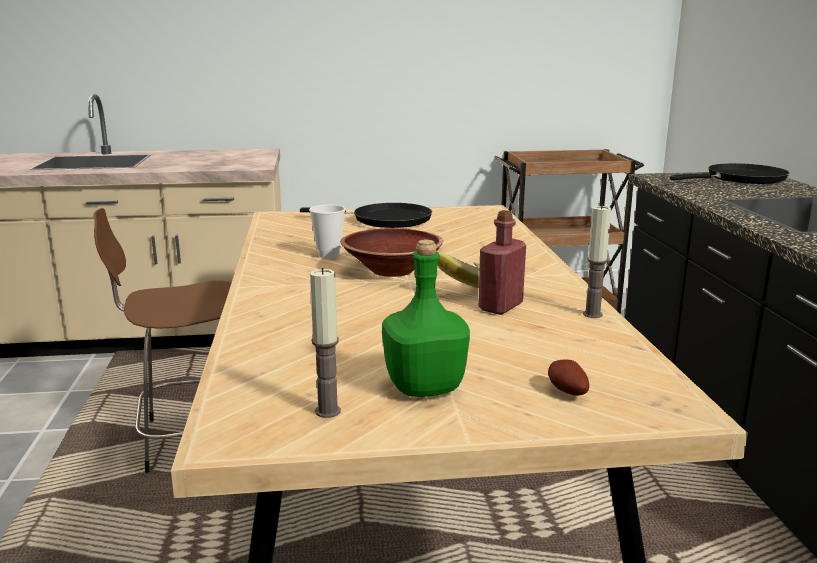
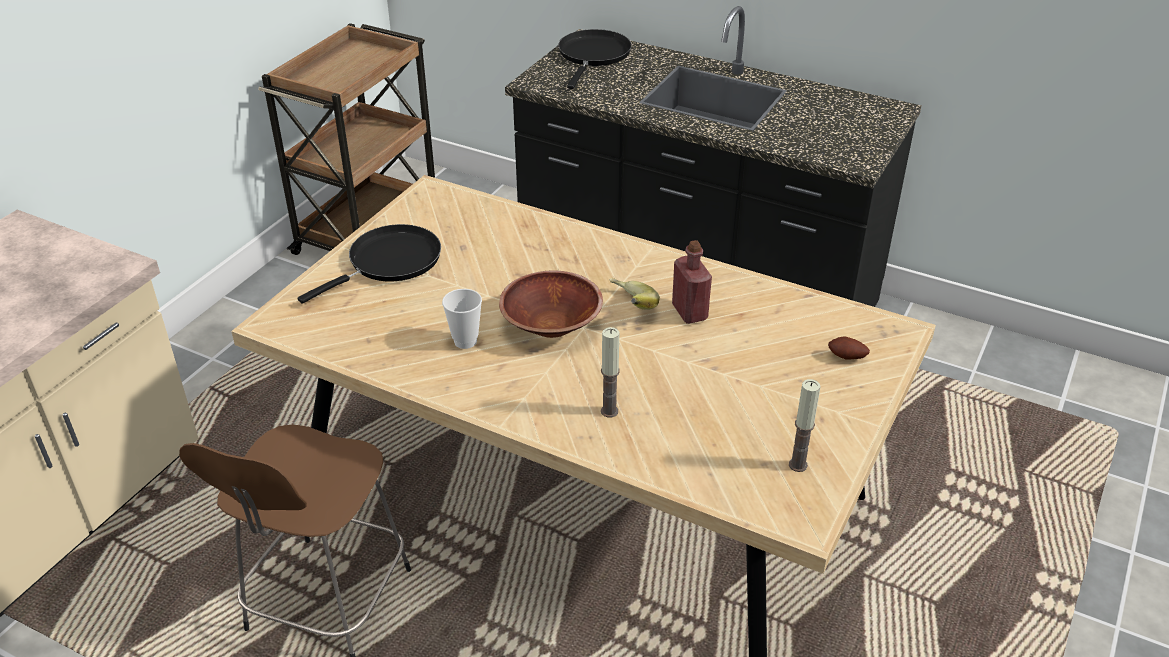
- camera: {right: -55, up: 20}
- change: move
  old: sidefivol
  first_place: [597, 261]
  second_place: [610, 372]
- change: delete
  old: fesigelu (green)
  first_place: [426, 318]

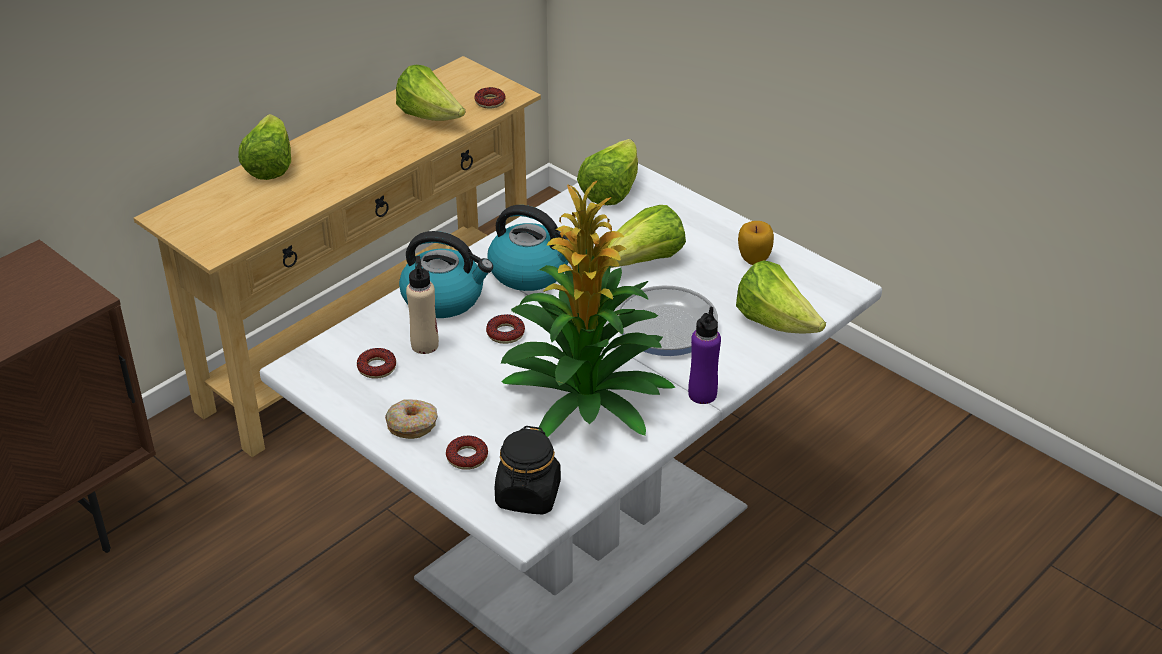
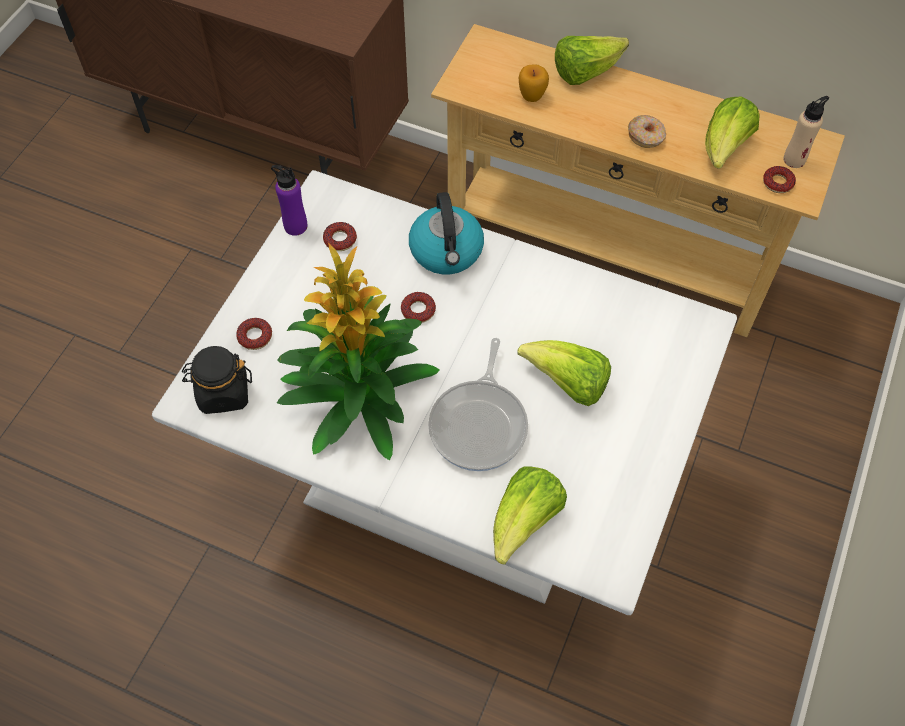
- camera: {right: 70, up: 20}
- change: delete
  old: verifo
  first_place: [607, 172]
- change: delete
  old: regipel
  first_place: [528, 248]
- change: move
  old: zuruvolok
  first_place: [756, 243]
  second_place: [534, 83]
- change: move
  old: fesigelu (beige)
  first_place: [422, 305]
  second_place: [806, 132]
- change: move
  old: fesigelu (purple)
  first_place: [704, 355]
  second_place: [289, 200]
- change: move
  old: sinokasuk
  first_place: [411, 419]
  second_place: [647, 131]

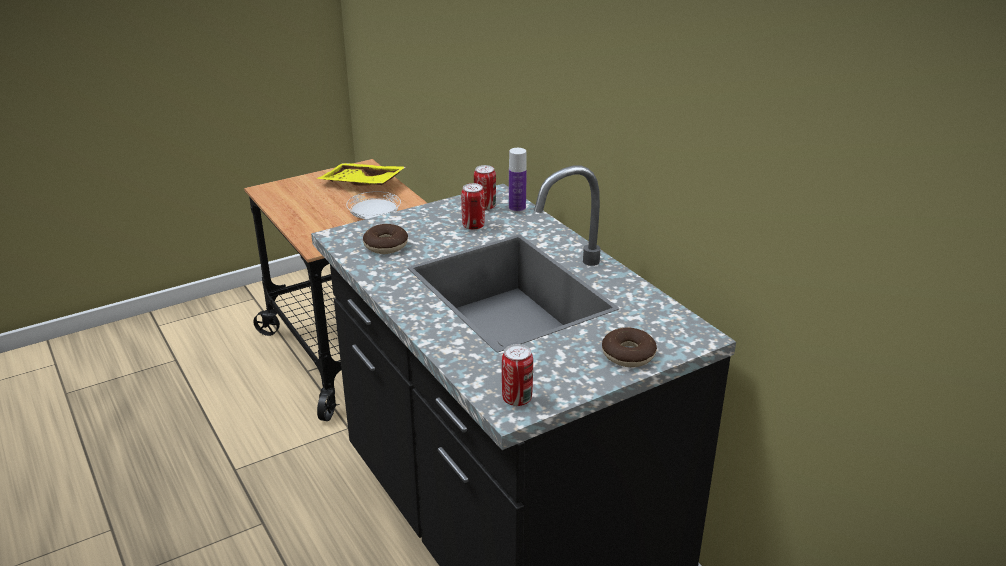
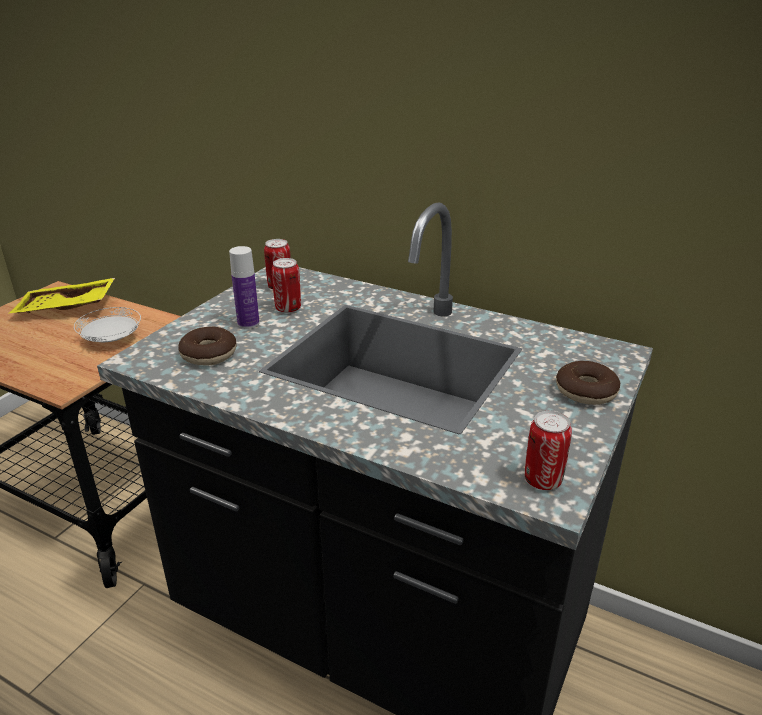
- camera: {right: -30, up: 0}
- change: move
  old: fesigelu
  first_place: [518, 180]
  second_place: [244, 287]

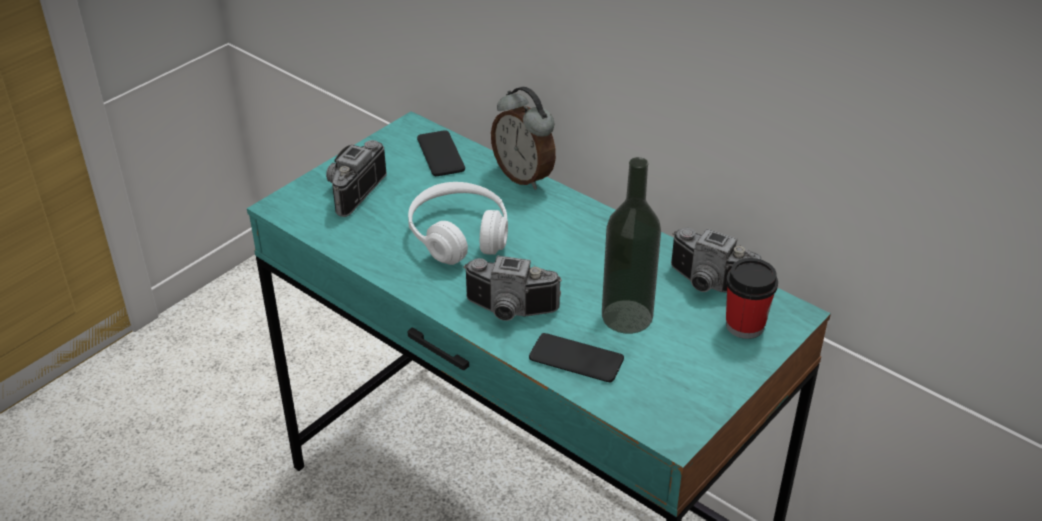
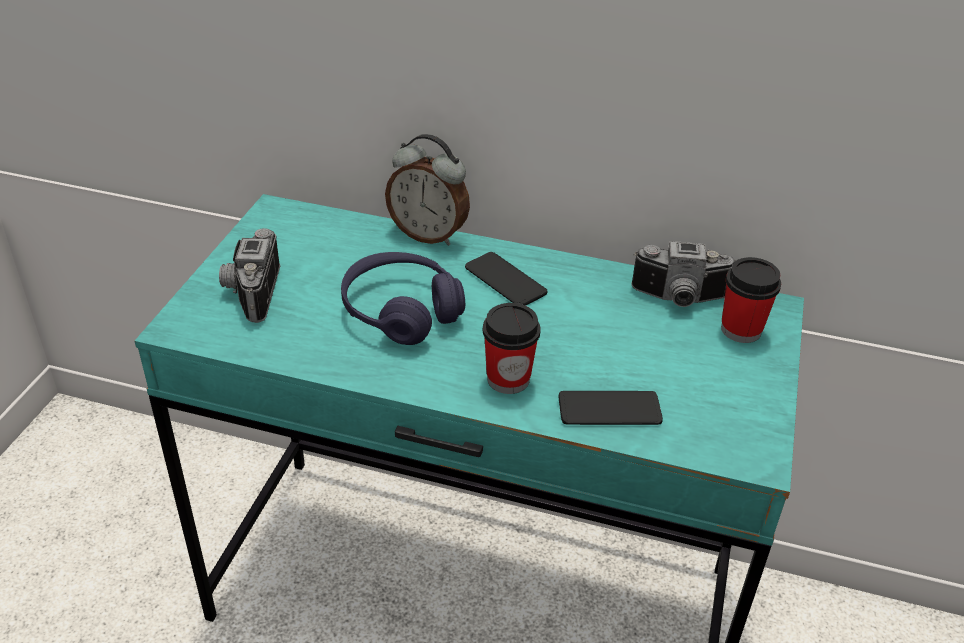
- camera: {right: -25, up: 0}
- change: move
  old: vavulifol
  first_place: [441, 153]
  second_place: [506, 279]
- change: delete
  old: fesigelu
  first_place: [631, 245]
- change: recolor
  old: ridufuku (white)
  new: ridufuku (purple)
  first_place: [458, 223]
  second_place: [403, 298]
- change: replace
  old: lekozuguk
  new: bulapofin
  first_place: [512, 288]
  second_place: [512, 348]

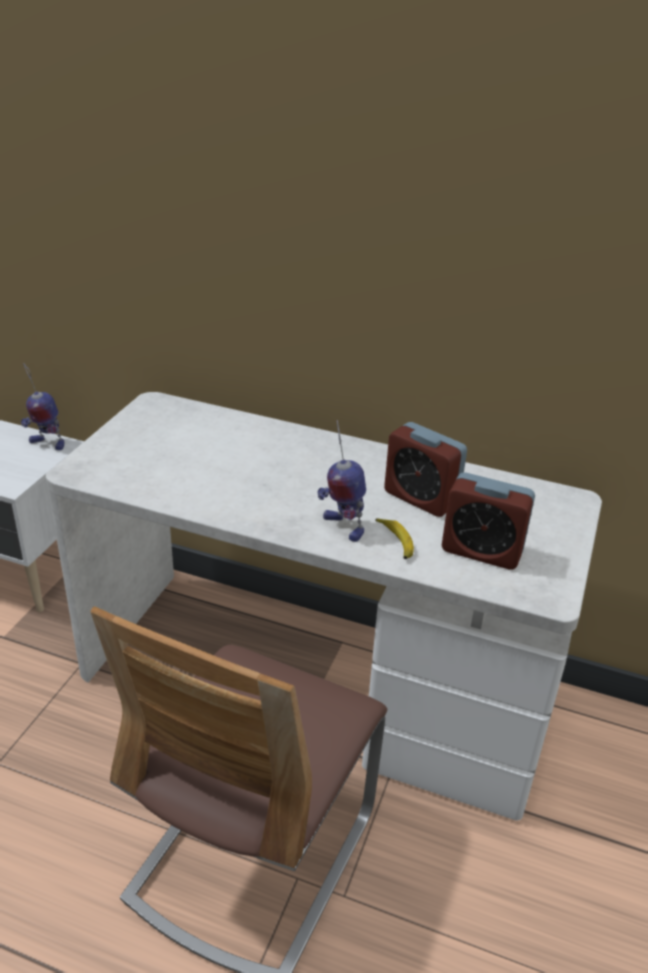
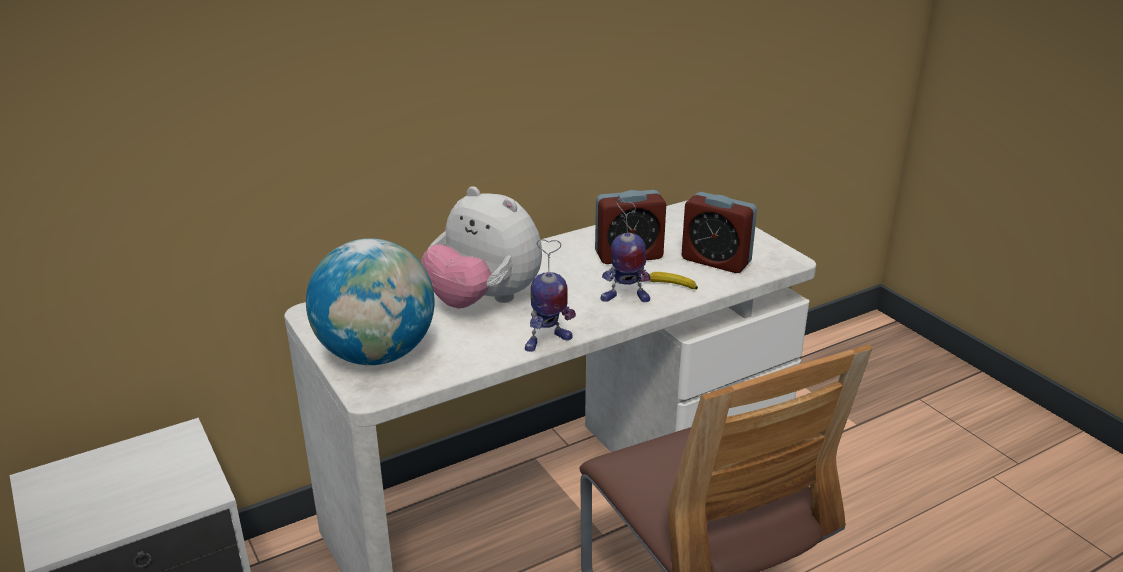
- camera: {right: -50, up: -5}
- change: move
  old: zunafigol
  first_place: [43, 406]
  second_place: [550, 295]
- change: rotate
  old: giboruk
  first_place: [488, 521]
  second_place: [719, 232]
  degrees: 60
- change: insert
  new: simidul
  second_place: [481, 247]
- change: insert
  new: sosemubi
  second_place: [370, 301]

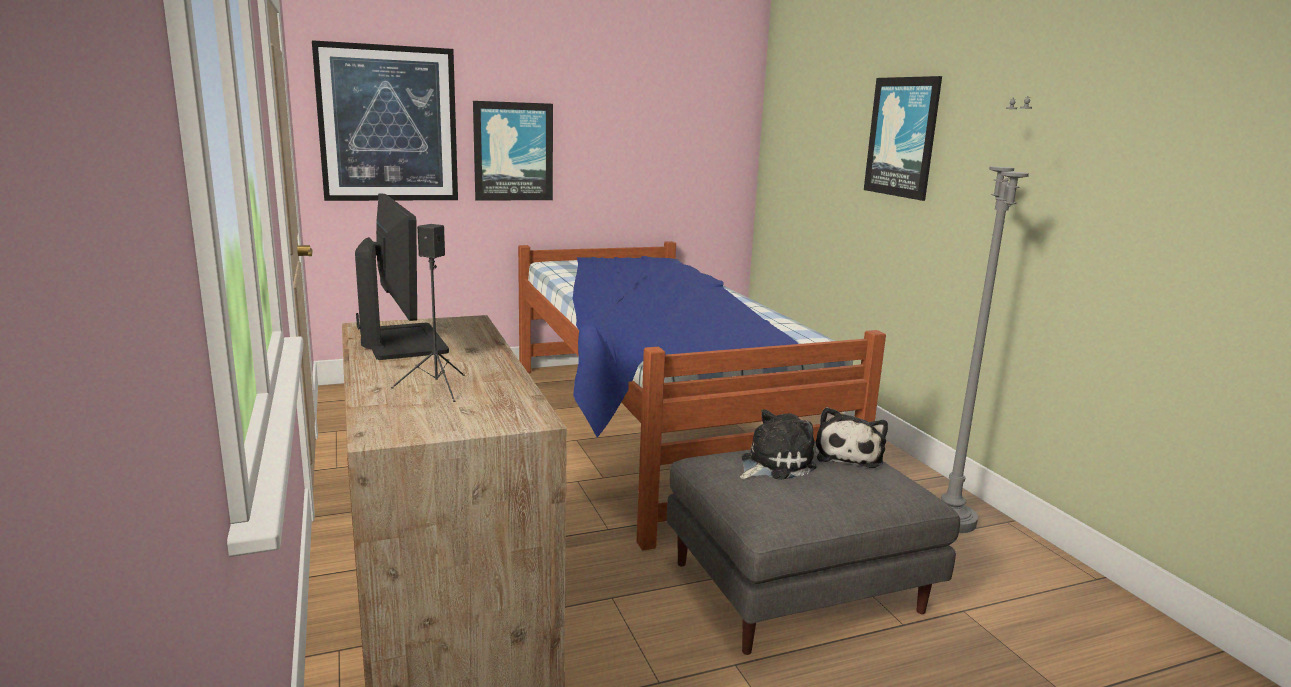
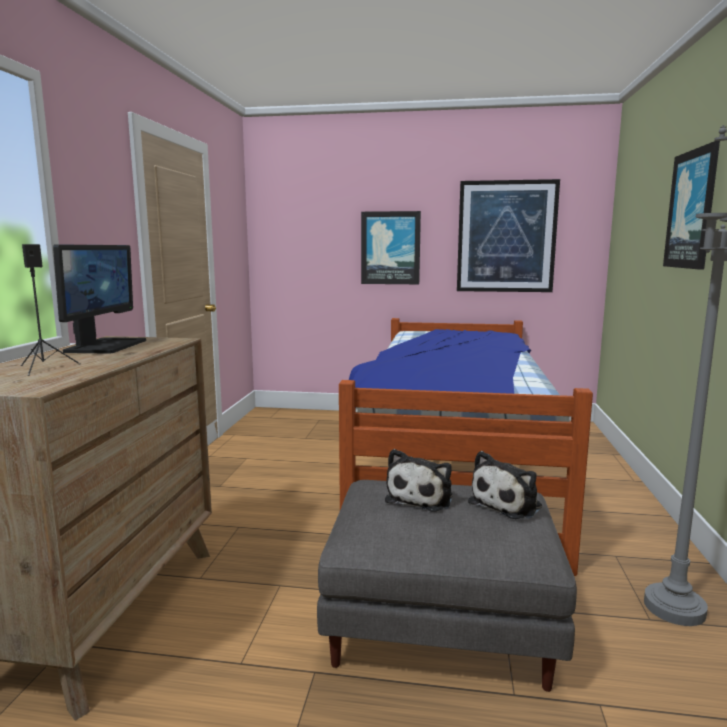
- camera: {right: 30, up: -5}
- change: move
  old: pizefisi
  first_place: [385, 120]
  second_place: [508, 235]
- change: rotate
  old: simidul
  first_place: [778, 444]
  second_place: [419, 480]
  degrees: 120

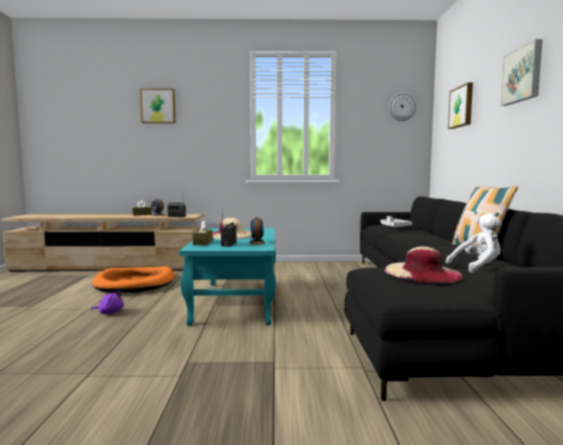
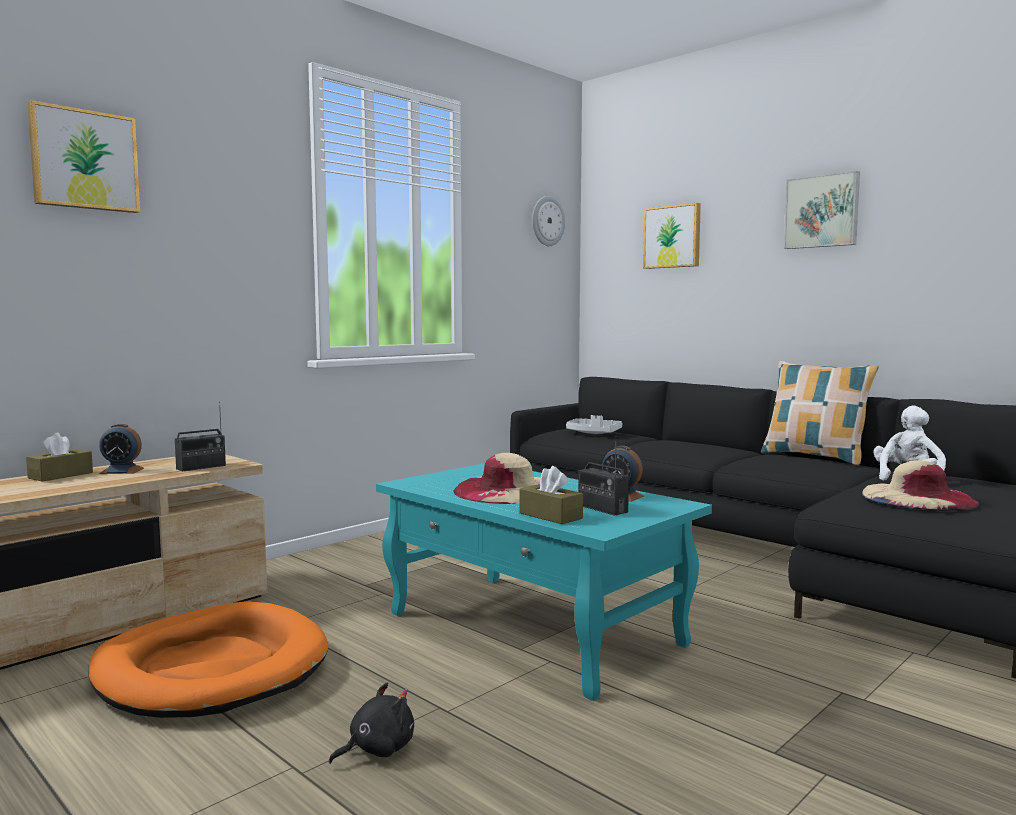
- camera: {right: -45, up: 0}
- change: recolor
  old: simidul (purple)
  new: simidul (black)
  first_place: [107, 302]
  second_place: [371, 723]

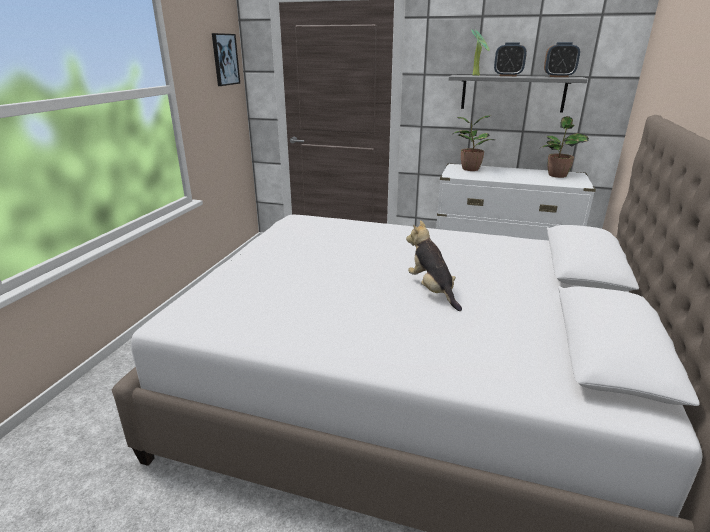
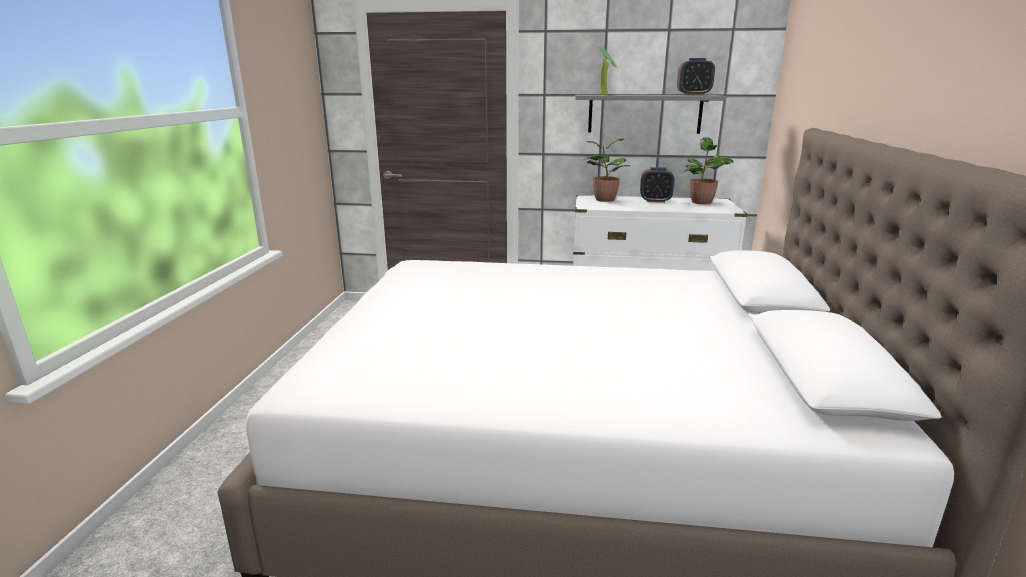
- camera: {right: -10, up: -5}
- change: delete
  old: pizefisi
  first_place: [226, 59]
- change: move
  old: giboruk
  first_place: [510, 59]
  second_place: [657, 185]
- change: delete
  old: simidul
  first_place: [434, 265]

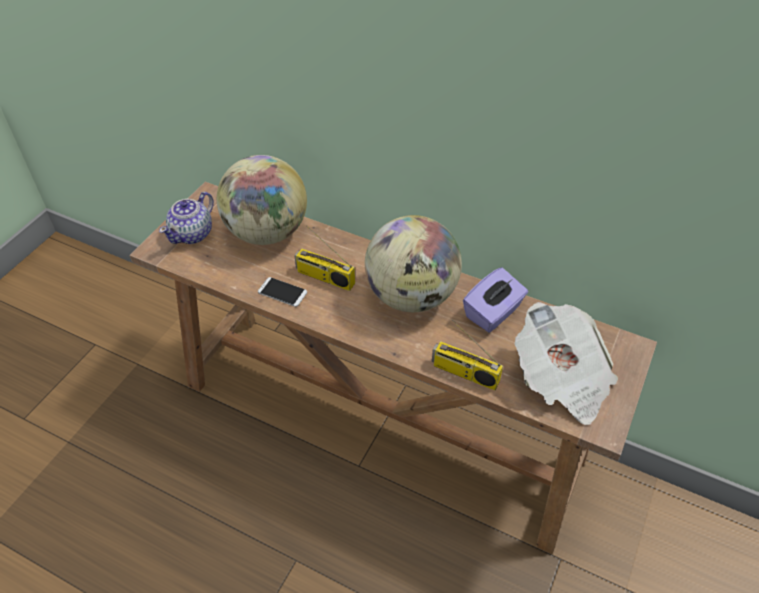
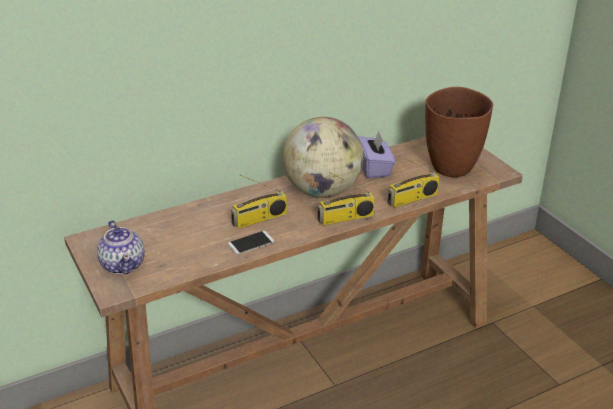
- camera: {right: -55, up: -15}
- change: delete
  old: sosemubi
  first_place: [262, 200]
- change: replace
  old: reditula
  new: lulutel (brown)
  first_place: [566, 363]
  second_place: [459, 132]
- change: insert
  new: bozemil
  second_place: [346, 199]

